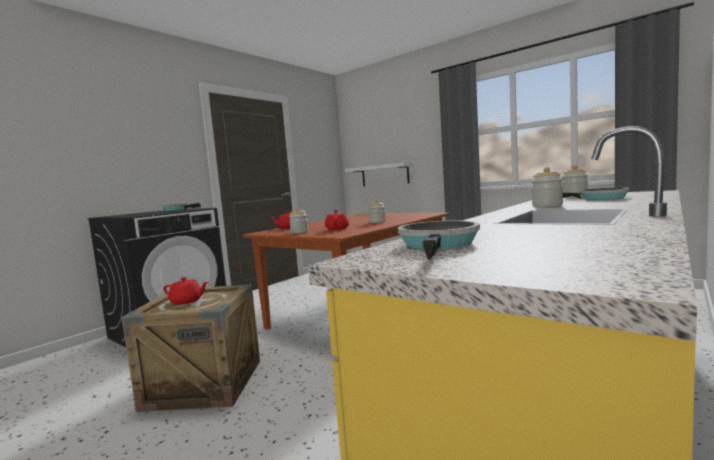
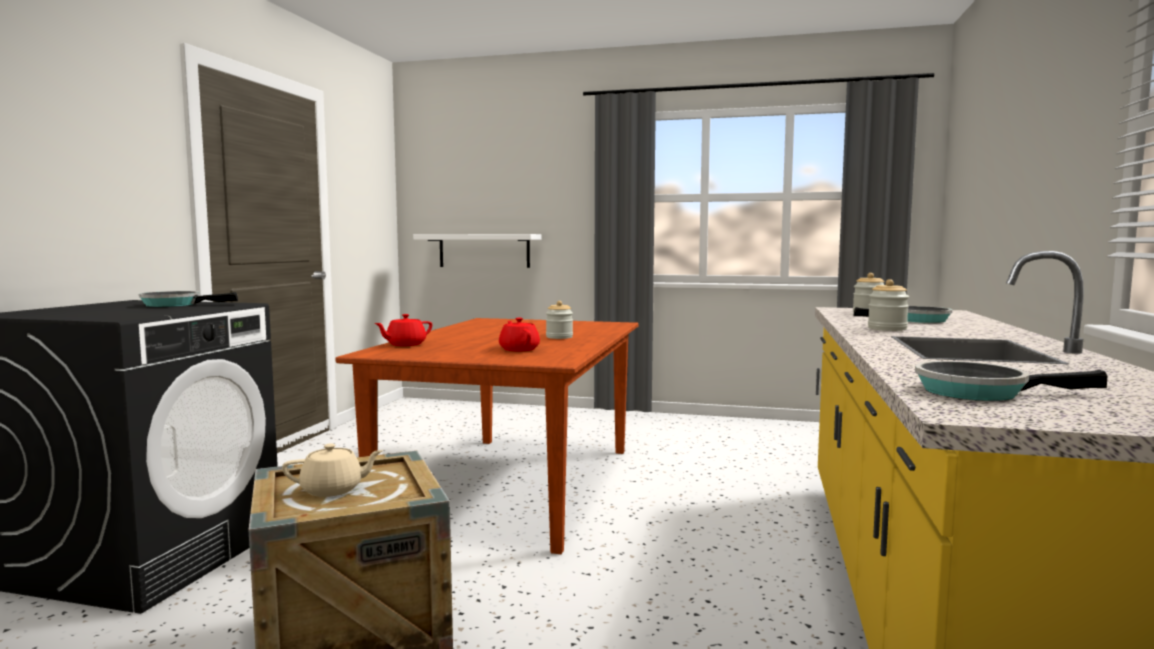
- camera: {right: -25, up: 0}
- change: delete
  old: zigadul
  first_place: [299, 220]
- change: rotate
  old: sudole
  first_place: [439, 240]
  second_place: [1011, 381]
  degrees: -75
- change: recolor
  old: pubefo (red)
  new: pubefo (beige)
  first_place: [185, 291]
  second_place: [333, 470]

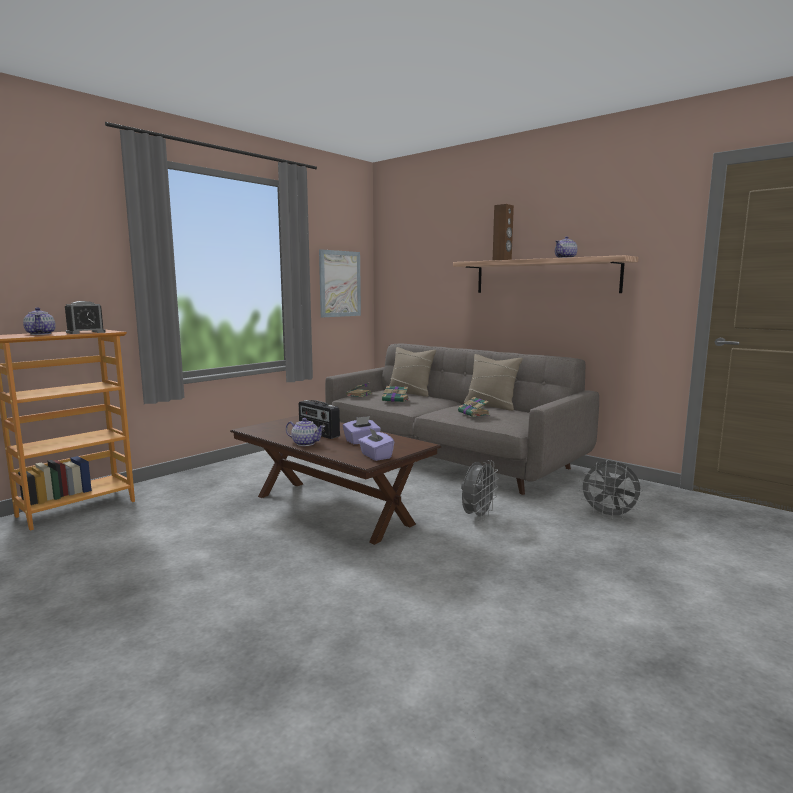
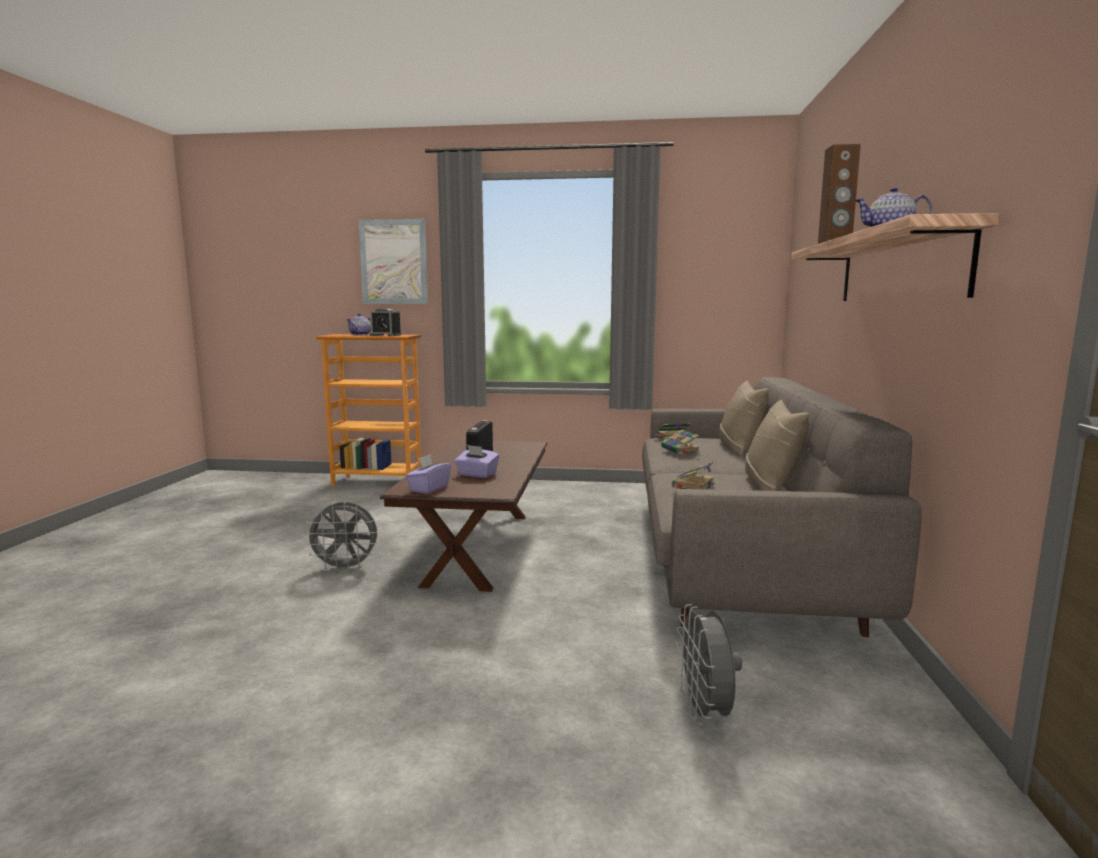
- camera: {right: 55, up: 0}
- change: move
  old: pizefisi
  first_place: [340, 283]
  second_place: [393, 261]
- change: delete
  old: pubefo
  first_place: [305, 432]
- change: move
  old: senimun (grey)
  first_place: [480, 490]
  second_place: [341, 537]

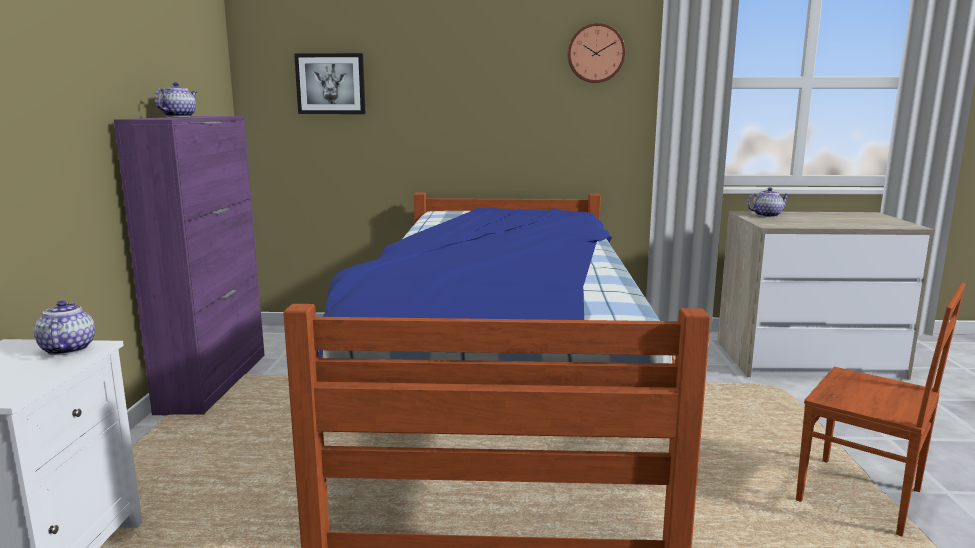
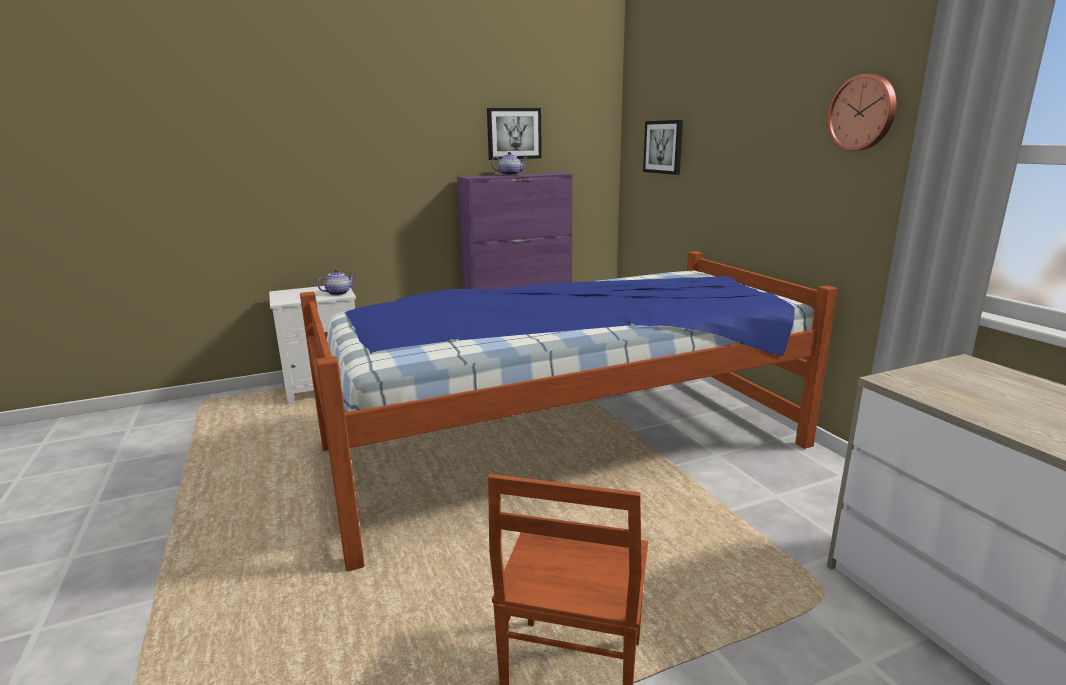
- camera: {right: 65, up: 5}
- change: delete
  old: pubefo
  first_place: [768, 202]
- change: insert
  new: pizefisi
  second_place: [514, 134]

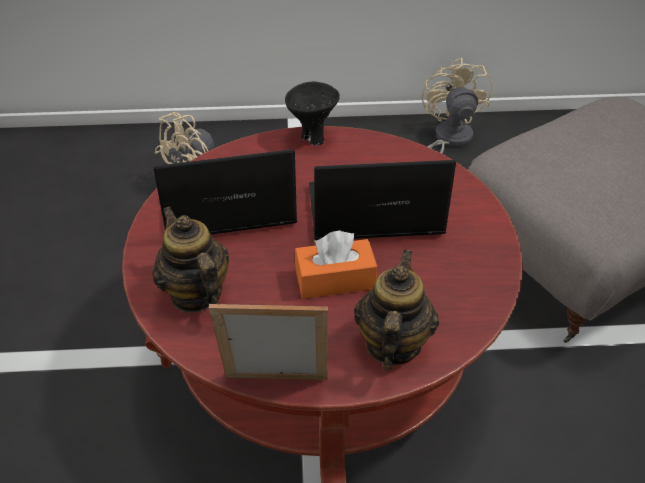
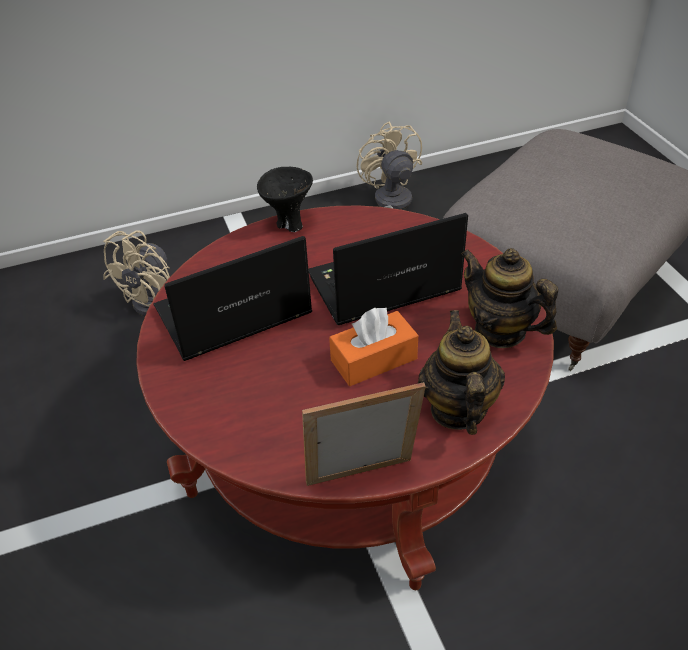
- camera: {right: -15, up: 0}
- change: move
  old: pubefo
  first_place: [190, 260]
  second_place: [509, 298]

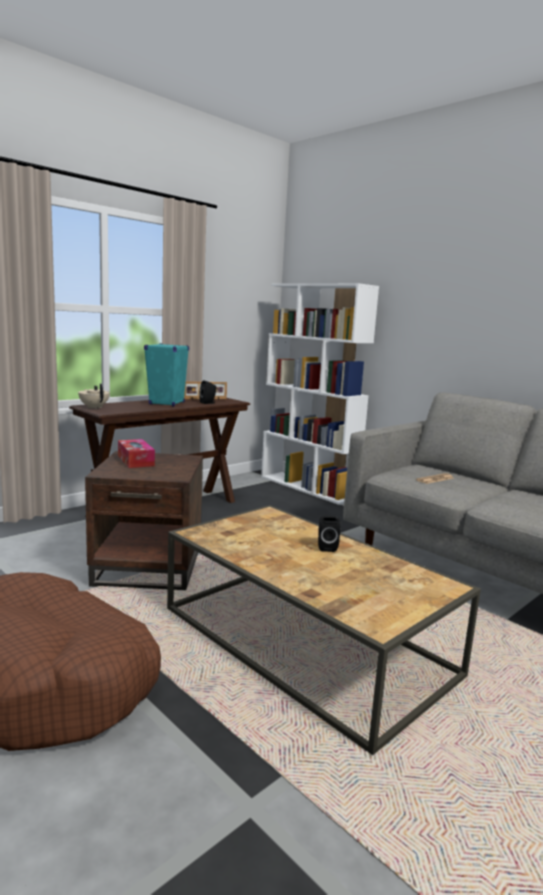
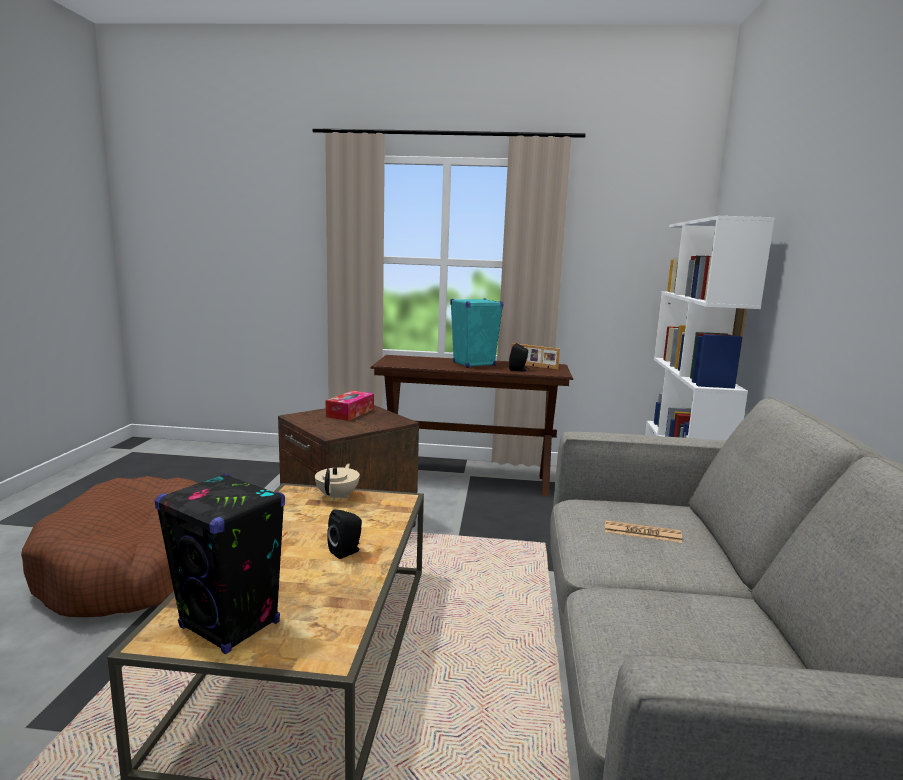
- camera: {right: 50, up: 0}
- change: move
  old: pubefo (beige)
  first_place: [94, 396]
  second_place: [337, 482]
- change: insert
  new: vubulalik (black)
  second_place: [220, 563]

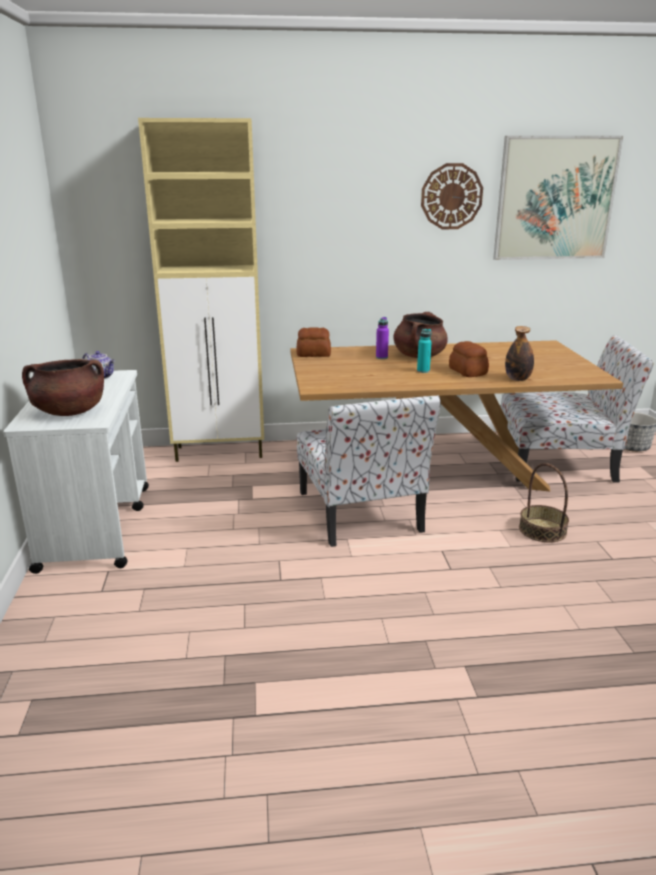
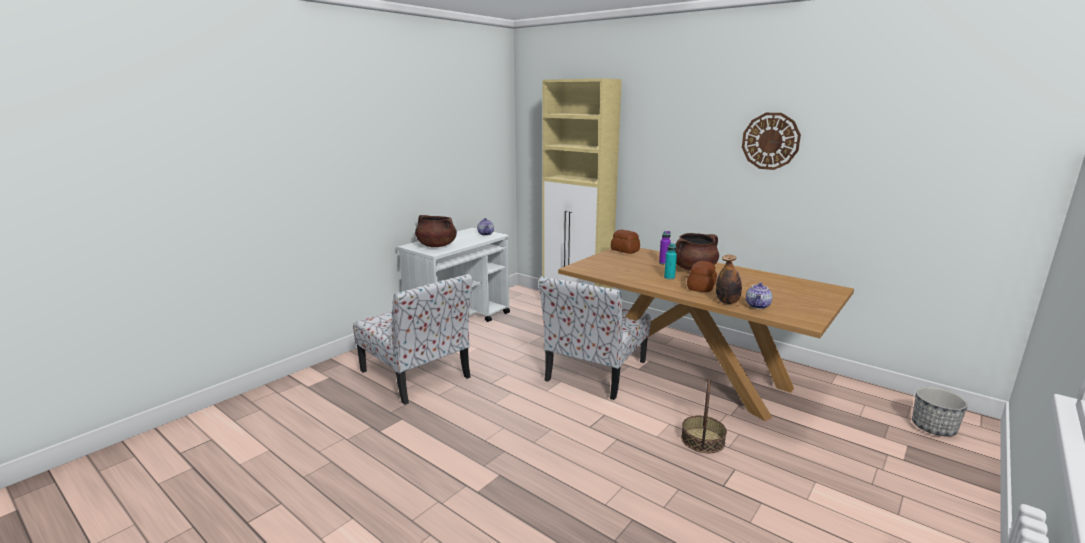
- camera: {right: 45, up: -5}
- change: delete
  old: pizefisi
  first_place: [558, 198]
- change: move
  old: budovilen
  first_place: [577, 409]
  second_place: [413, 339]
- change: insert
  new: pubefo
  second_place: [759, 295]

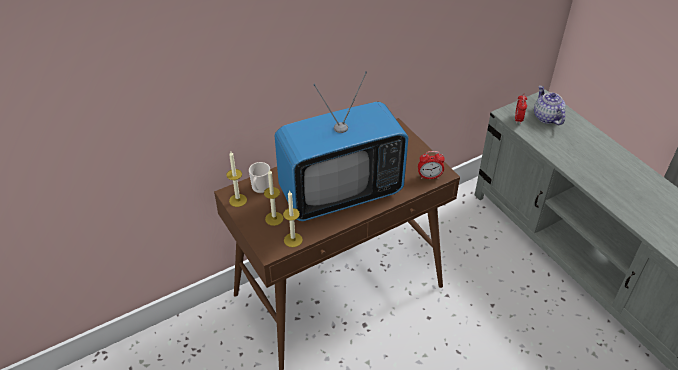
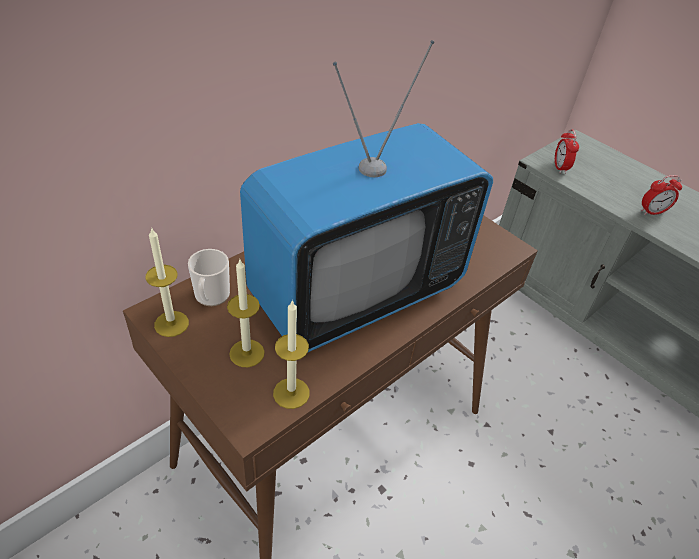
- camera: {right: -15, up: 0}
- change: delete
  old: pubefo
  first_place: [550, 105]
- change: move
  old: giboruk
  first_place: [431, 165]
  second_place: [661, 195]

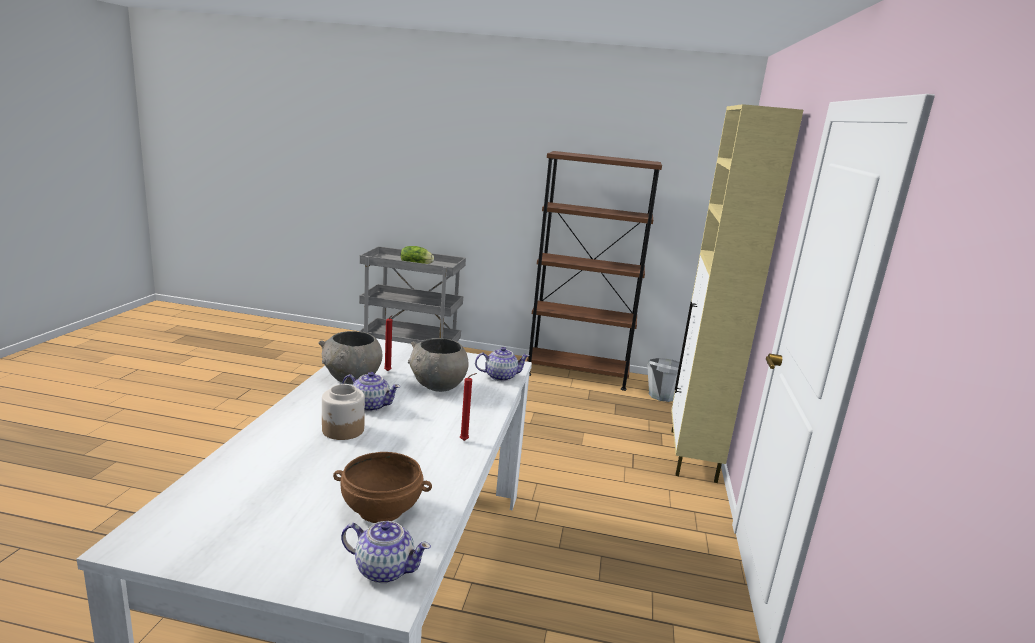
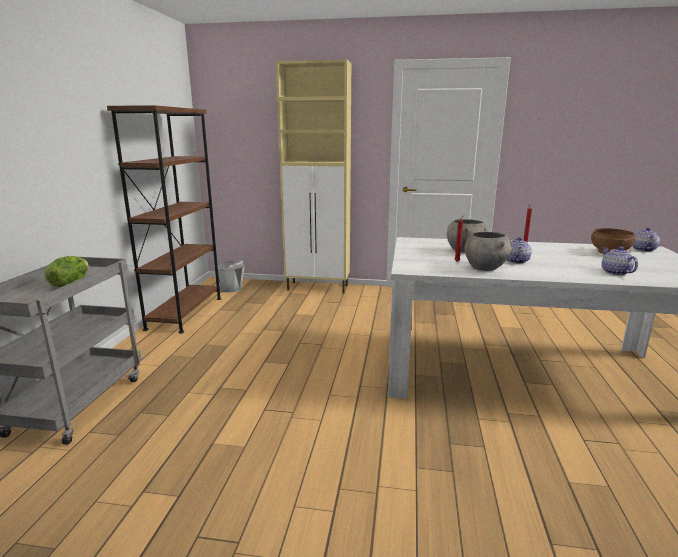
- camera: {right: -90, up: 0}
- change: move
  old: pubefo
  first_place: [502, 364]
  second_place: [620, 261]
- change: delete
  old: zigadul
  first_place: [343, 412]

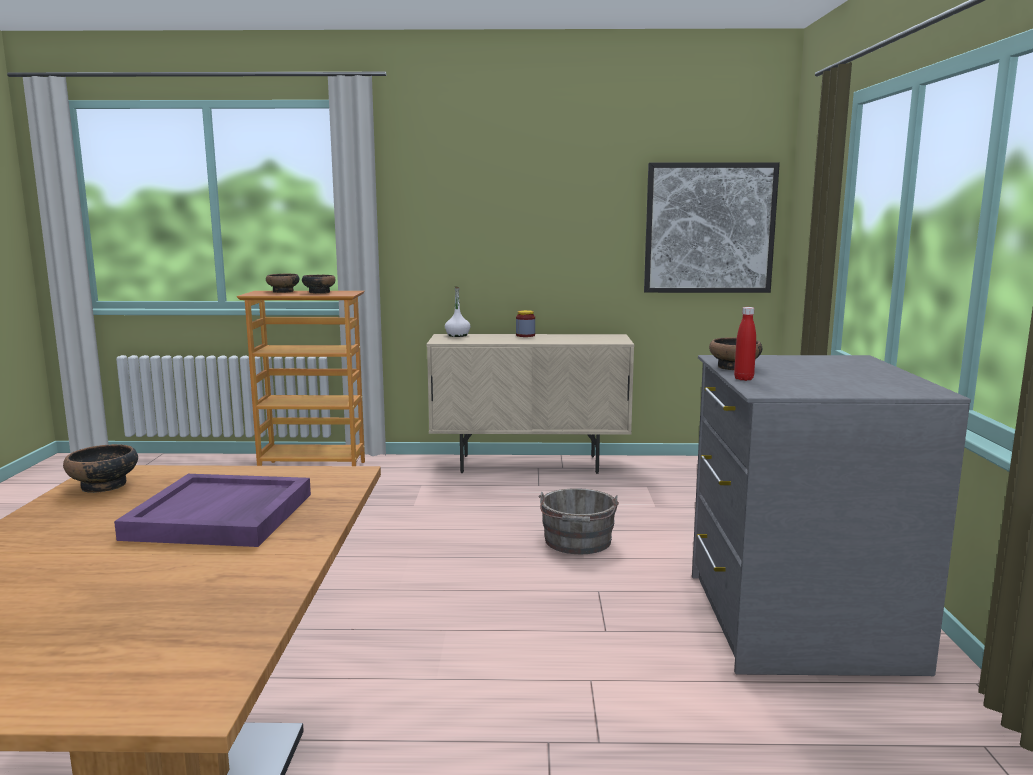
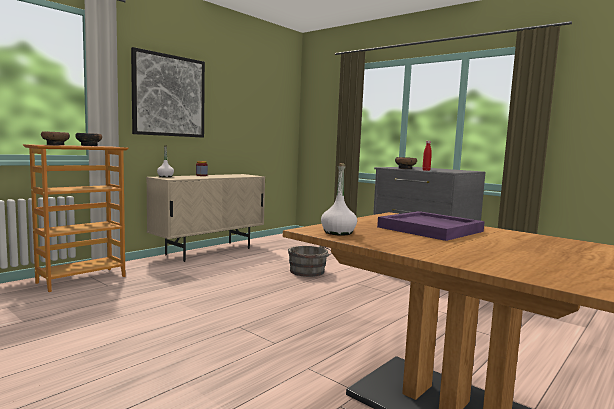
- camera: {right: -50, up: -5}
- change: move
  old: pizefisi
  first_place: [712, 227]
  second_place: [168, 92]
- change: replace
  old: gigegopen
  new: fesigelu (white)
  first_place: [100, 468]
  second_place: [339, 199]

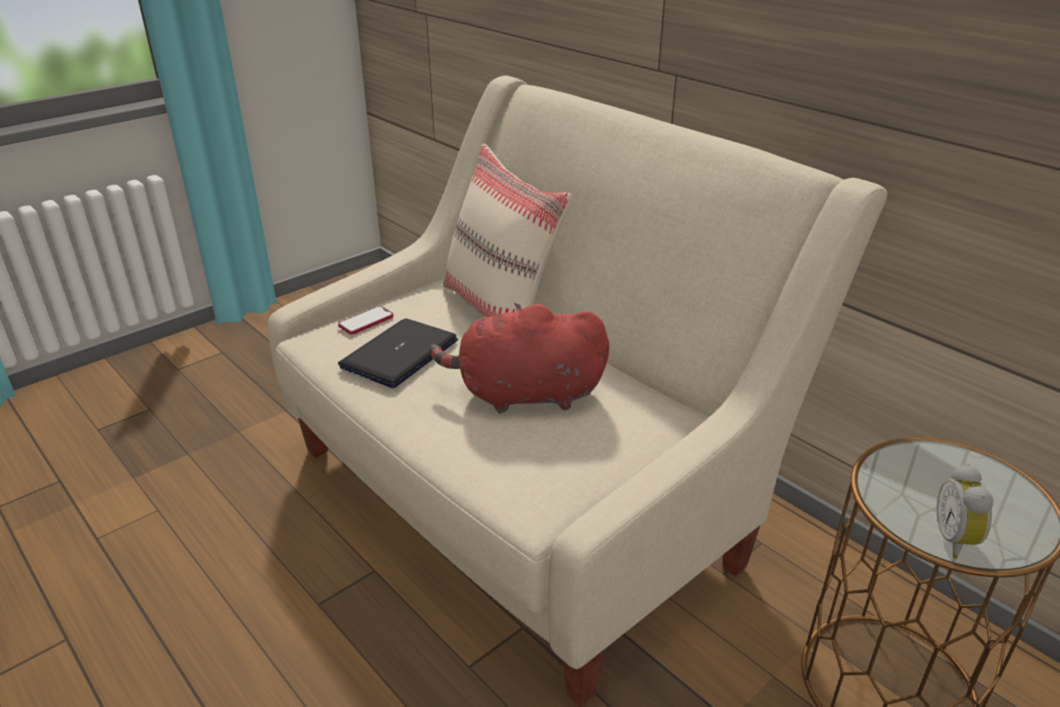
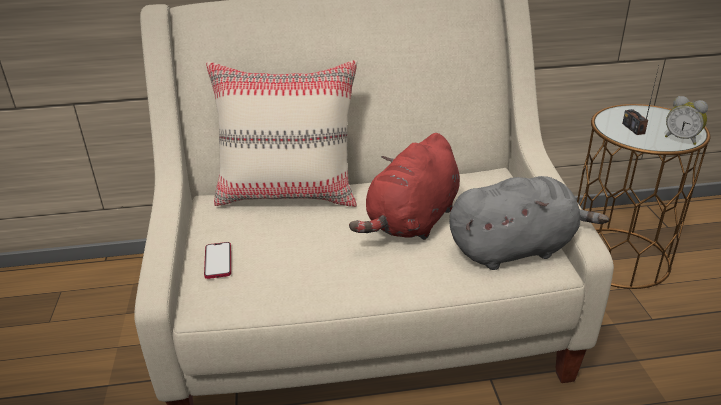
- camera: {right: -55, up: 0}
- change: delete
  old: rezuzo
  first_place: [398, 353]
- change: insert
  new: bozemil
  second_place: [640, 100]
- change: insert
  new: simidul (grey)
  second_place: [529, 223]

